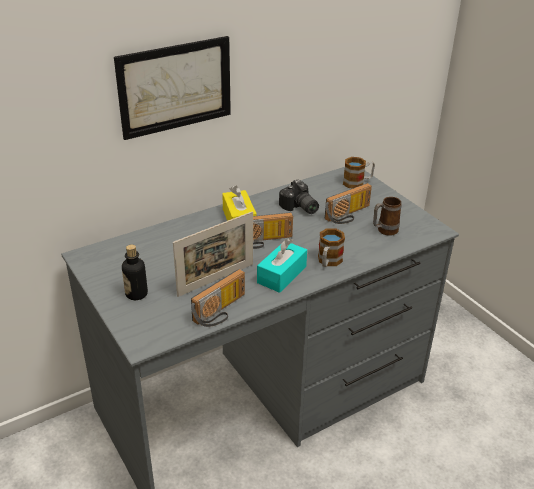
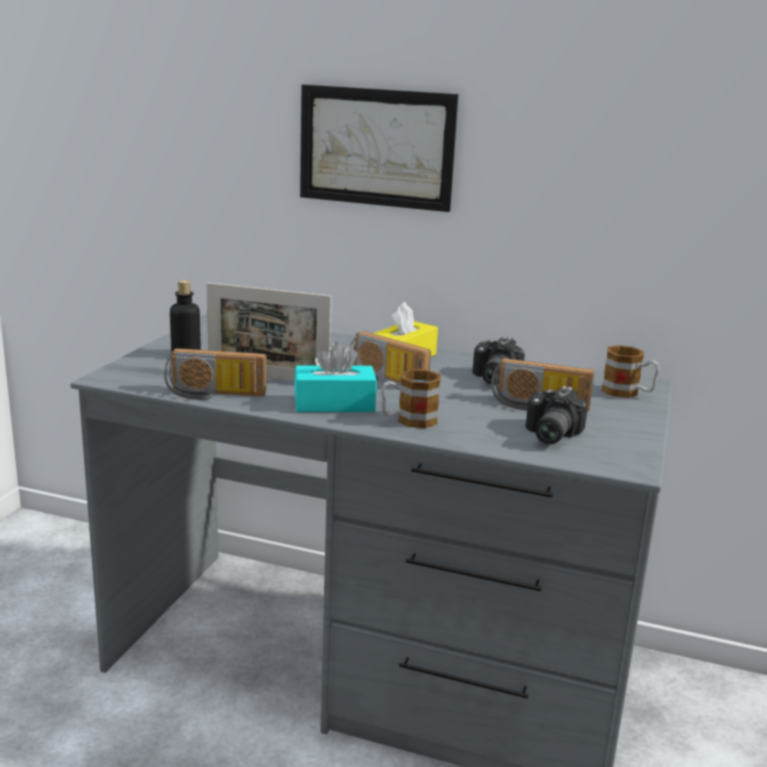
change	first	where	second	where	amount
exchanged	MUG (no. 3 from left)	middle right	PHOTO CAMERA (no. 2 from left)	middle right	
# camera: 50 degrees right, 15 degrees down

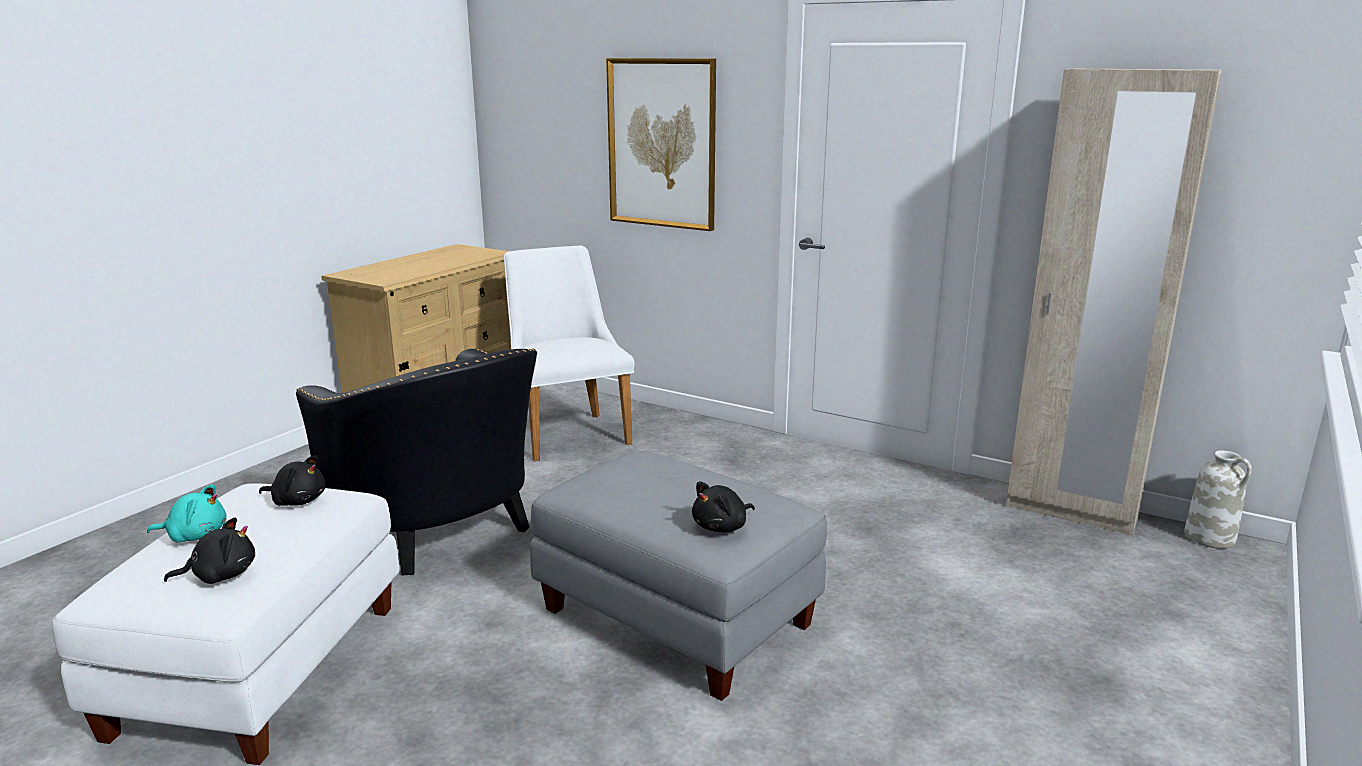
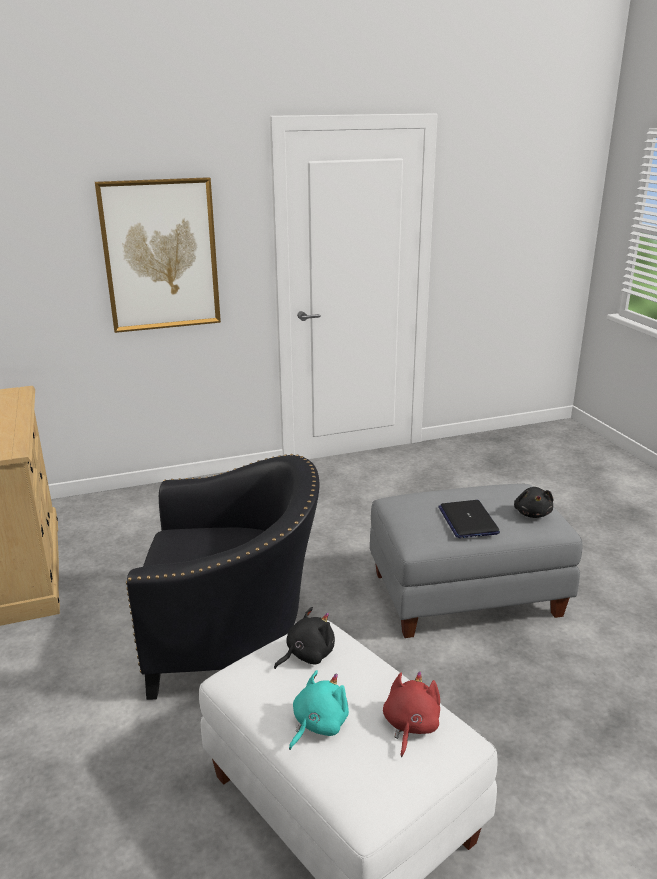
change	first	where	second	where	amount
colour	BLACK PLUSH TOY (no. 1 from left)	bottom left	RED PLUSH TOY	bottom centre	
appeared			LAPTOP	middle right	
missing	WHITE CHAIR	centre			
missing	BEIGE WARDROBE	middle right			
missing	WHITE VASE	middle right			
# camera: 50 degrees left, 5 degrees up

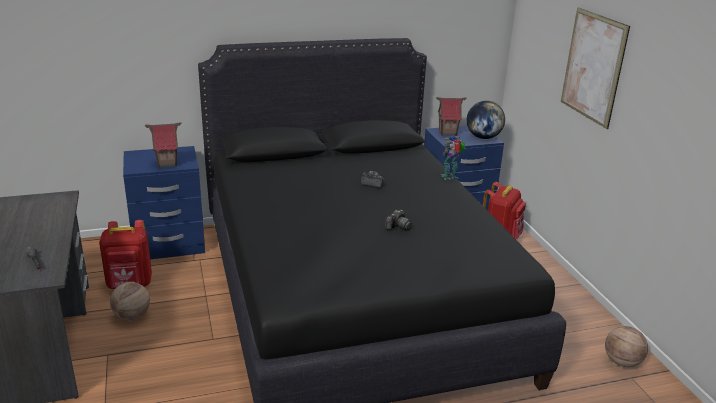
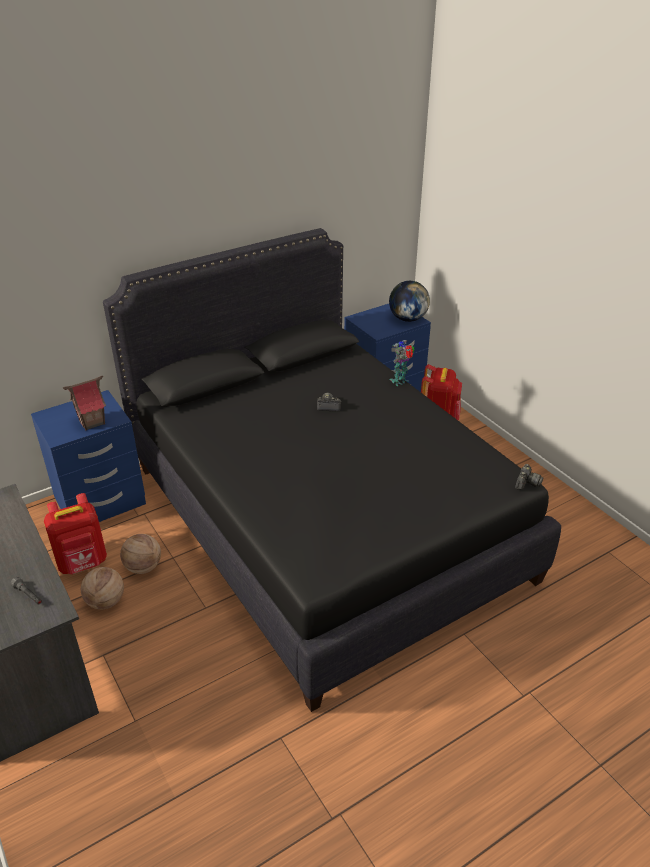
change	first	where	second	where	amount
relocated	BASKETBALL (no. 2 from left)	bottom right		middle left	
relocated	PHOTO CAMERA (no. 2 from left)	centre		middle right	
missing	TOY HOUSE (no. 2 from left)	top centre			
missing	PICTURE	top right			
# camera: 15 degrees left, 10 degrees up

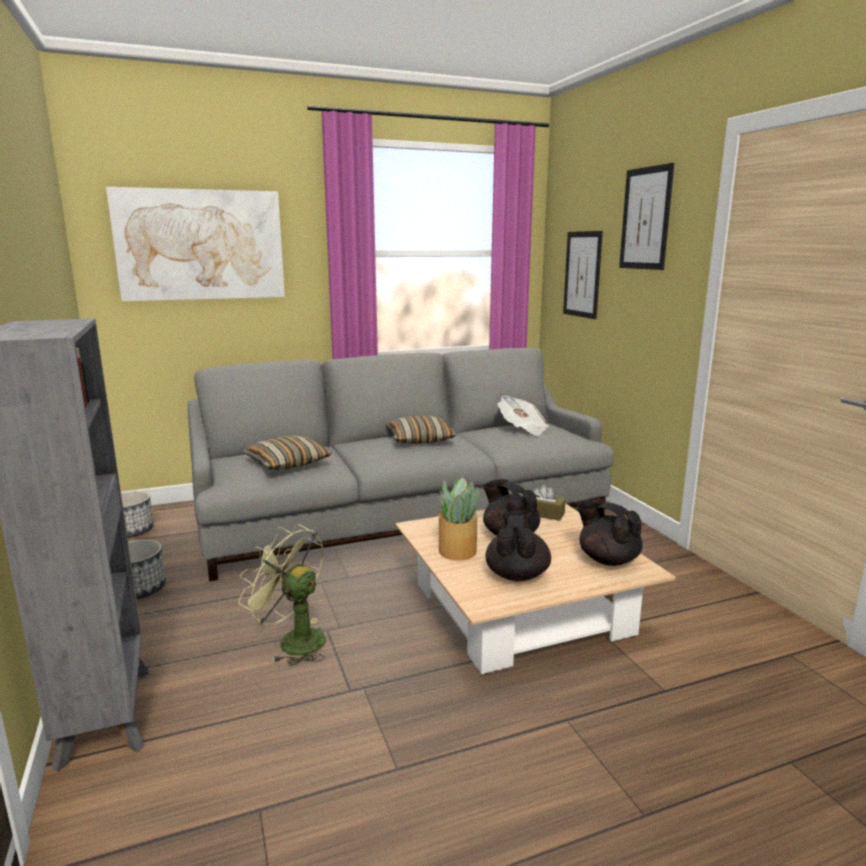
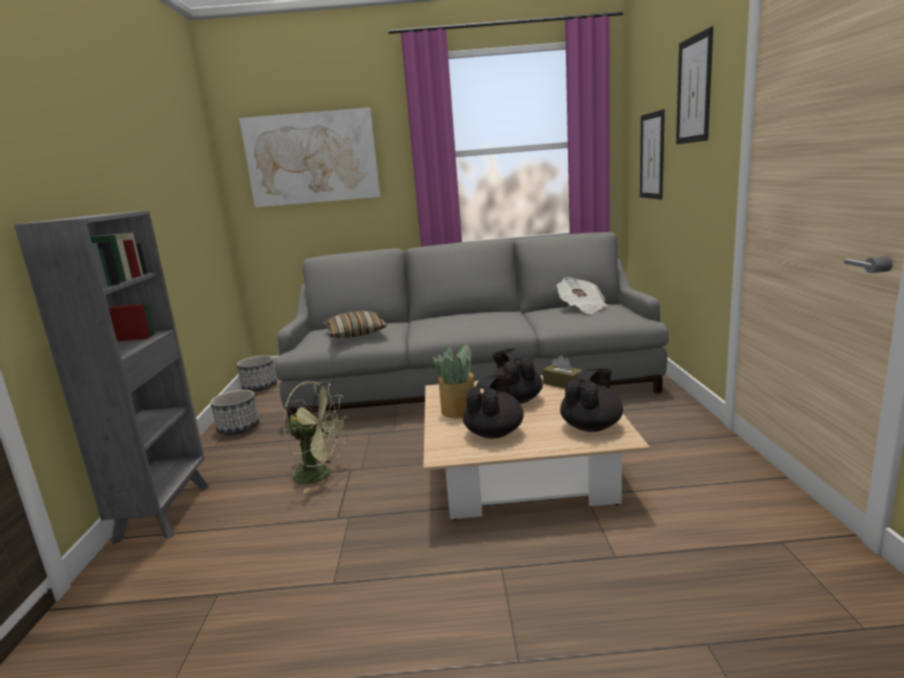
change	first	where	second	where	amount
spun	GREEN FAN	bottom left		centre	150 degrees clockwise
spun	BLACK TEAPOT (no. 3 from left)	middle right		centre	60 degrees clockwise
missing	PILLOW (no. 2 from left)	centre			
# camera: 20 degrees right, 0 degrees up

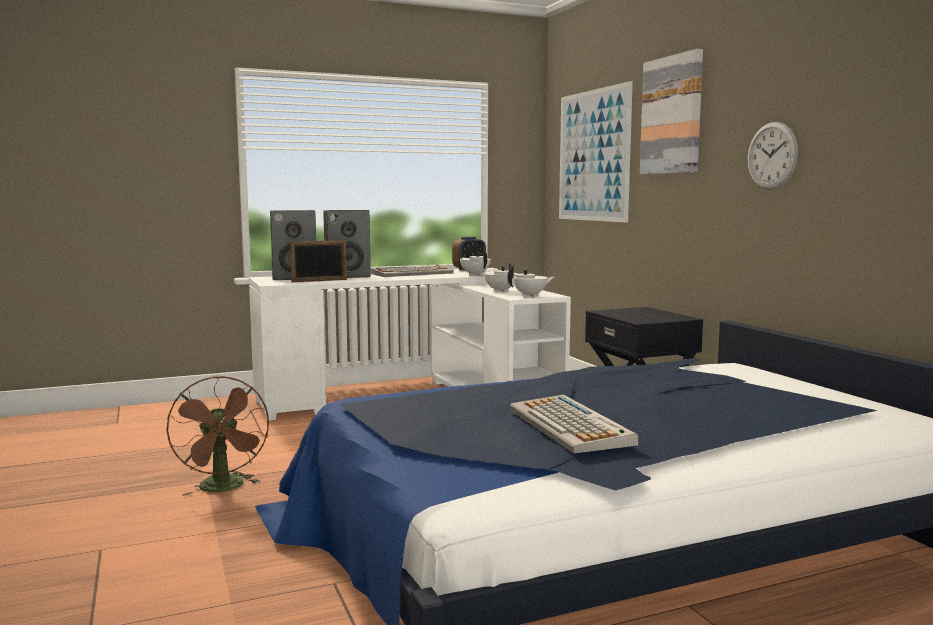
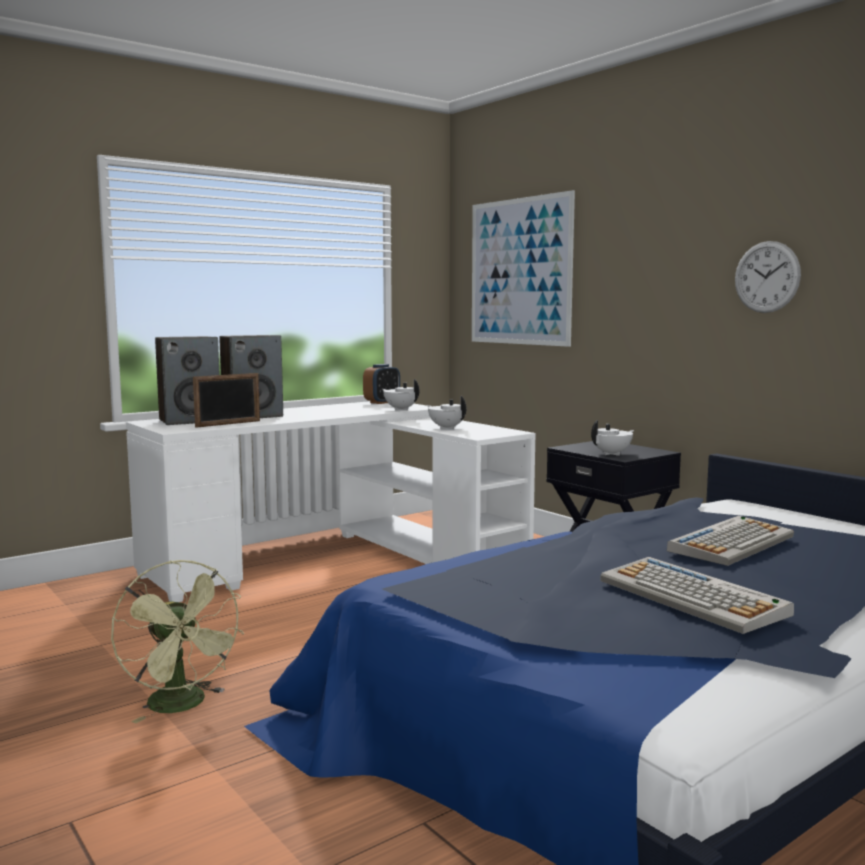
change	first	where	second	where	amount
colour	BROWN FAN	bottom left	GREEN FAN	bottom left	
relocated	WHITE TEAPOT (no. 3 from left)	centre		middle right	
relocated	KEYBOARD (no. 1 from left in the first image)	centre	KEYBOARD (no. 2 from left)	middle right	
missing	PICTURE (no. 2 from left)	top right			
# camera: 15 degrees left, 0 degrees up

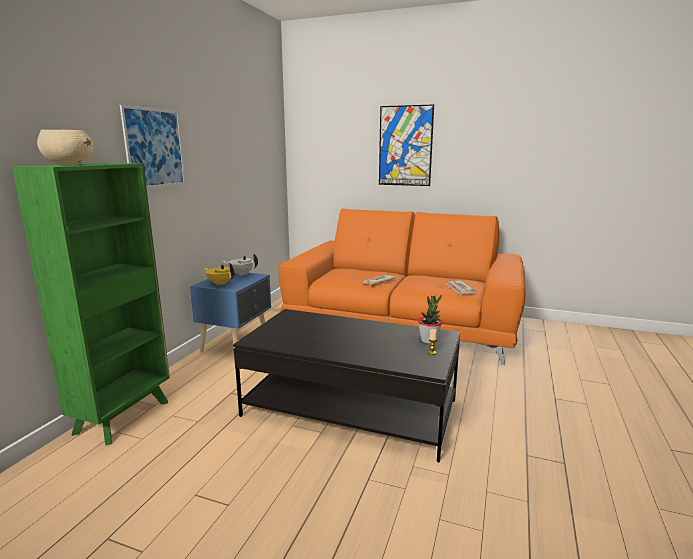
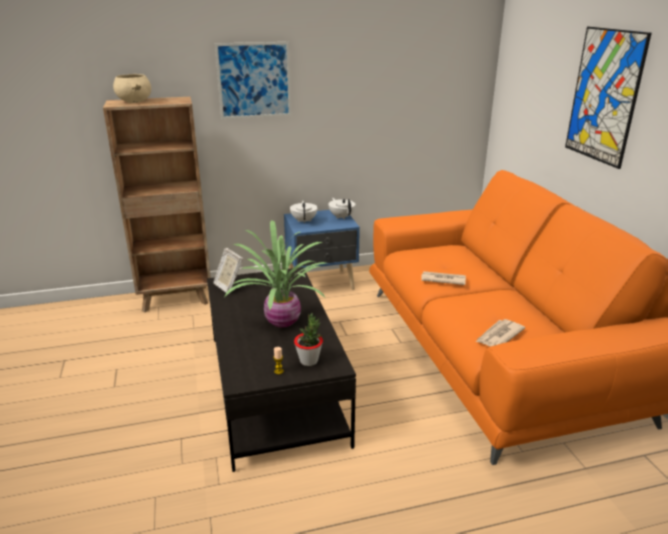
change	first	where	second	where	amount
colour	GREEN BOOKCASE	middle left	BROWN BOOKCASE	middle left	
appeared			PICTURE FRAME	centre	
appeared			POTTED PLANT (no. 1 from left)	centre	
colour	YELLOW TEAPOT	middle left	WHITE TEAPOT (no. 1 from left)	centre	
# camera: 55 degrees right, 10 degrees up

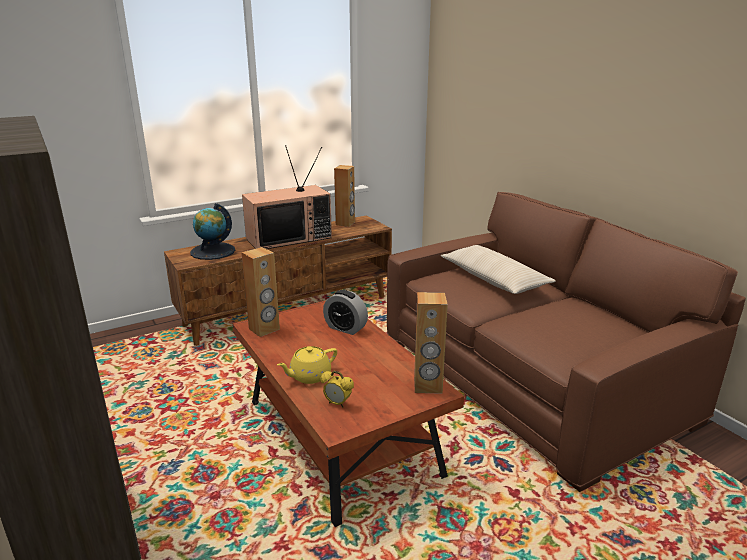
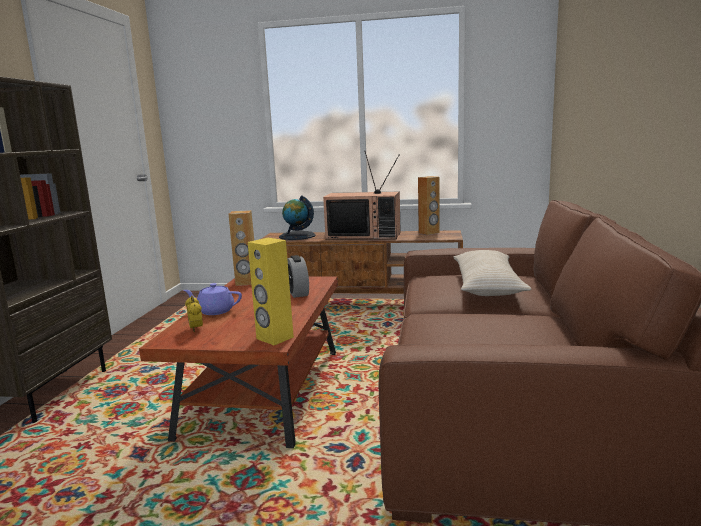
change	first	where	second	where	amount
colour	YELLOW TEAPOT	centre	PURPLE TEAPOT	middle left	
colour	BROWN SPEAKER (no. 3 from left)	centre	YELLOW SPEAKER	centre	
# camera: 40 degrees right, 10 degrees down

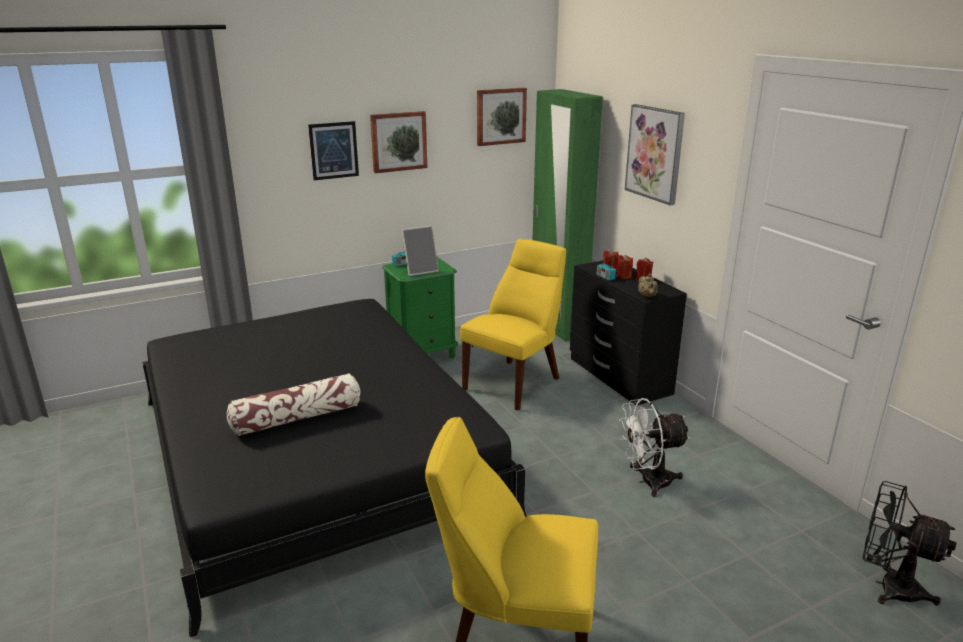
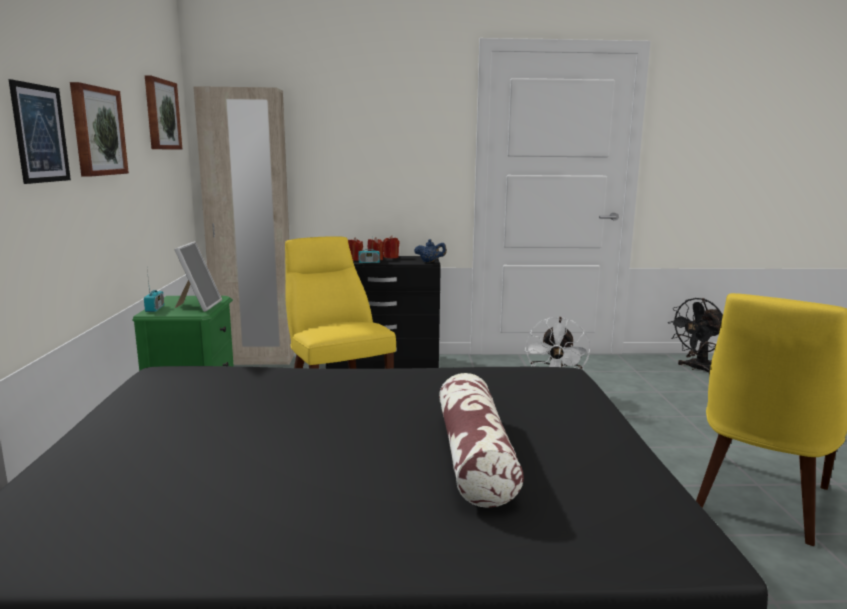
change	first	where	second	where	amount
colour	GREEN WARDROBE	centre	BEIGE WARDROBE	middle left	
colour	BEIGE TEAPOT	middle right	BLUE TEAPOT	centre	
missing	PICTURE (no. 4 from left)	top right			
# camera: 65 degrees left, 10 degrees down

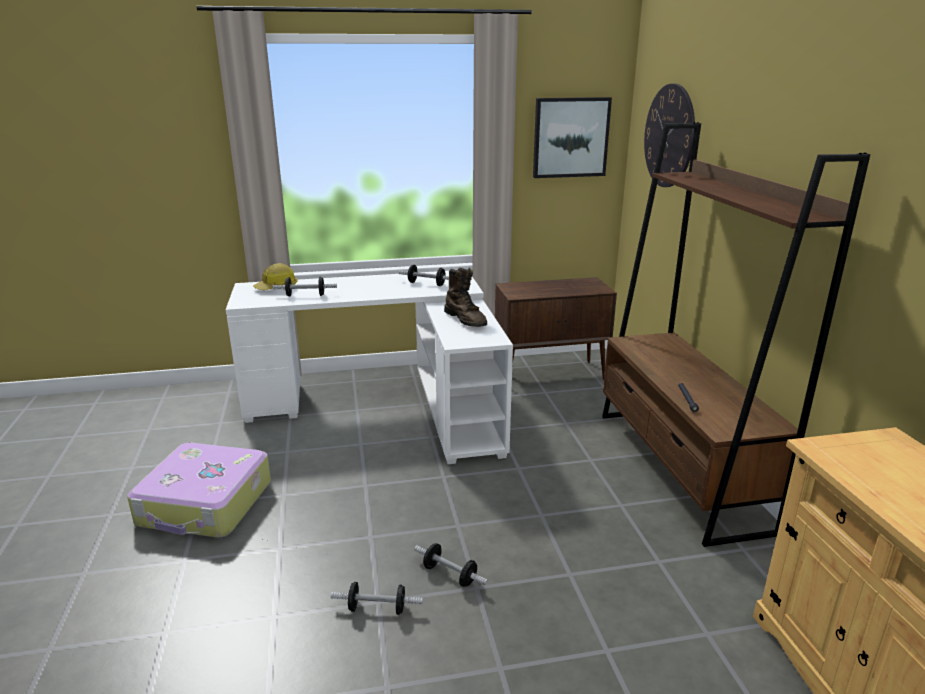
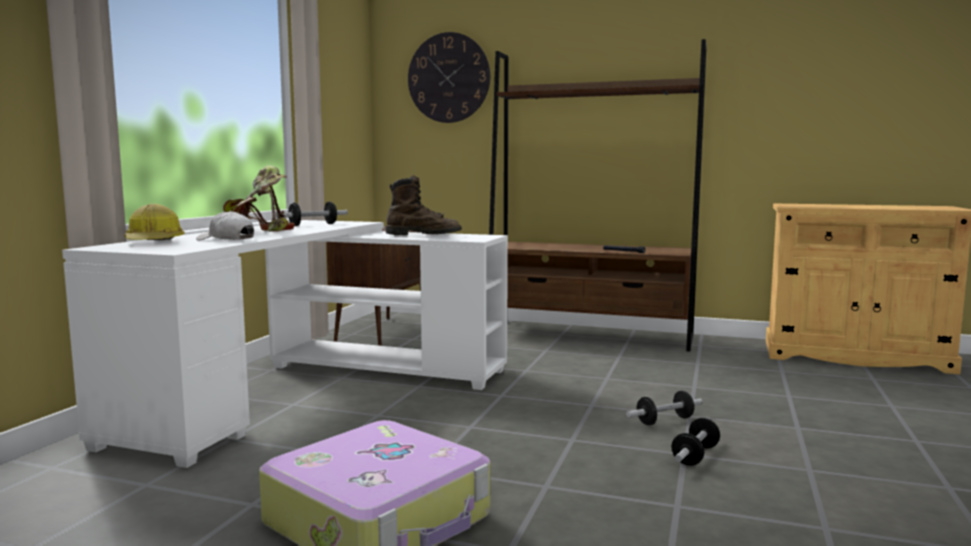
change	first	where	second	where	amount
exchanged	DUMBBELL (no. 1 from left)	middle left	WHITE CAP	middle left	
appeared			POTTED PLANT	middle left	
missing	PICTURE	top centre			
# camera: 60 degrees left, 15 degrees down

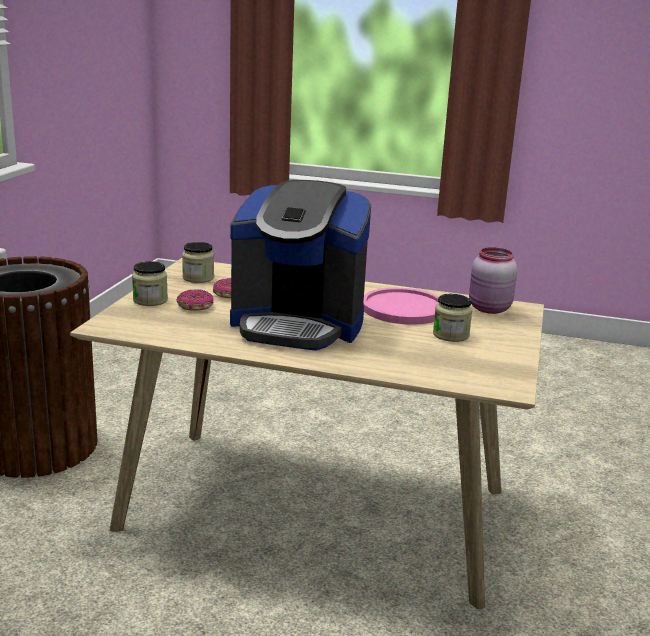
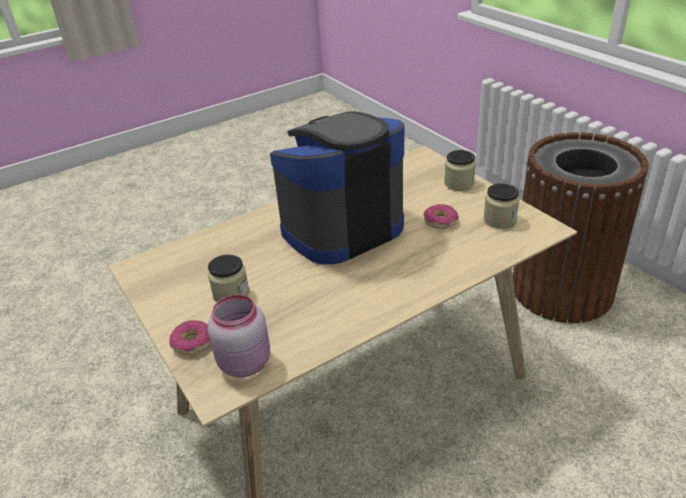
change	first	where	second	where	amount
relocated	DONUT (no. 1 from left)	middle left		bottom left	
missing	PINK PLATE	centre			
# camera: 135 degrees right, 15 degrees up

